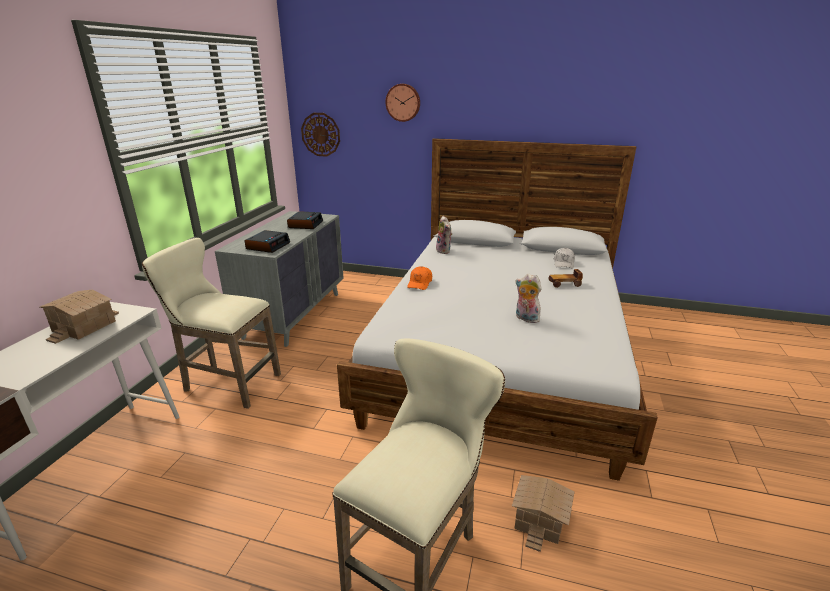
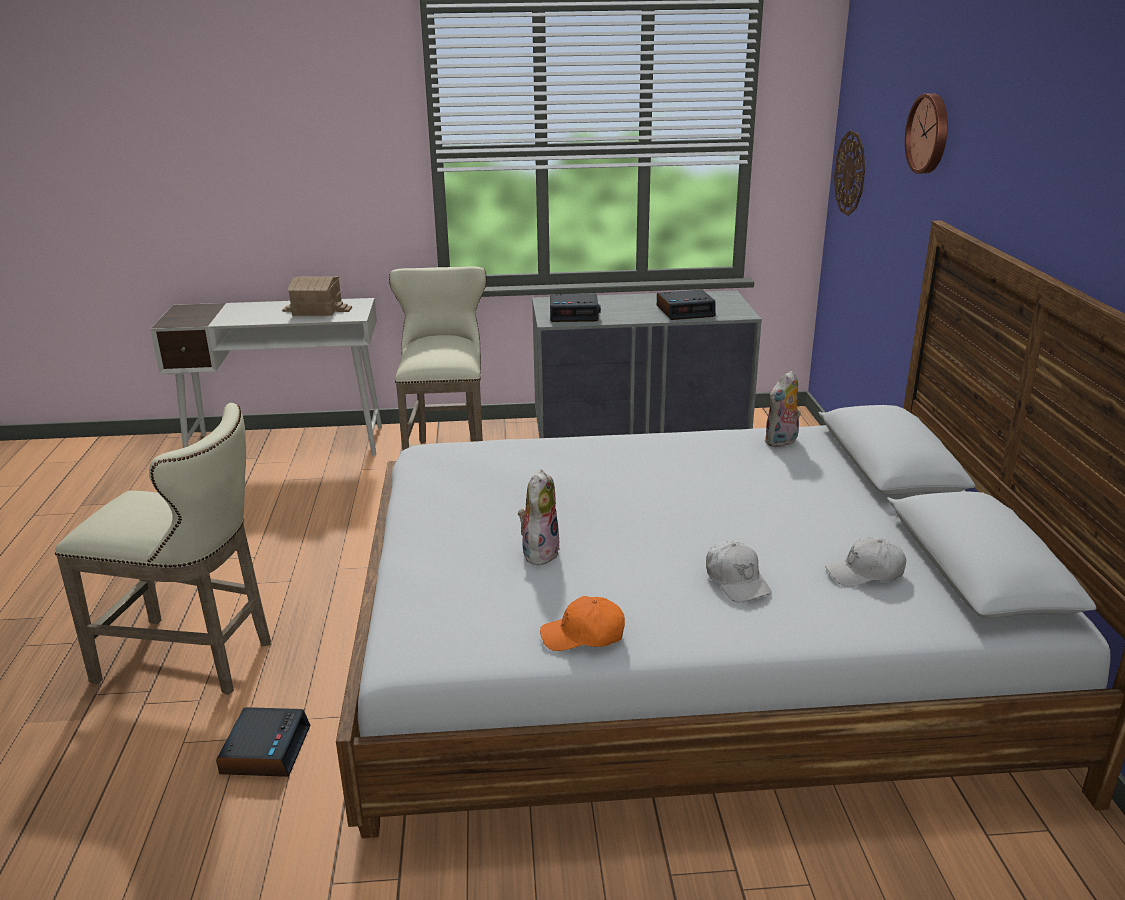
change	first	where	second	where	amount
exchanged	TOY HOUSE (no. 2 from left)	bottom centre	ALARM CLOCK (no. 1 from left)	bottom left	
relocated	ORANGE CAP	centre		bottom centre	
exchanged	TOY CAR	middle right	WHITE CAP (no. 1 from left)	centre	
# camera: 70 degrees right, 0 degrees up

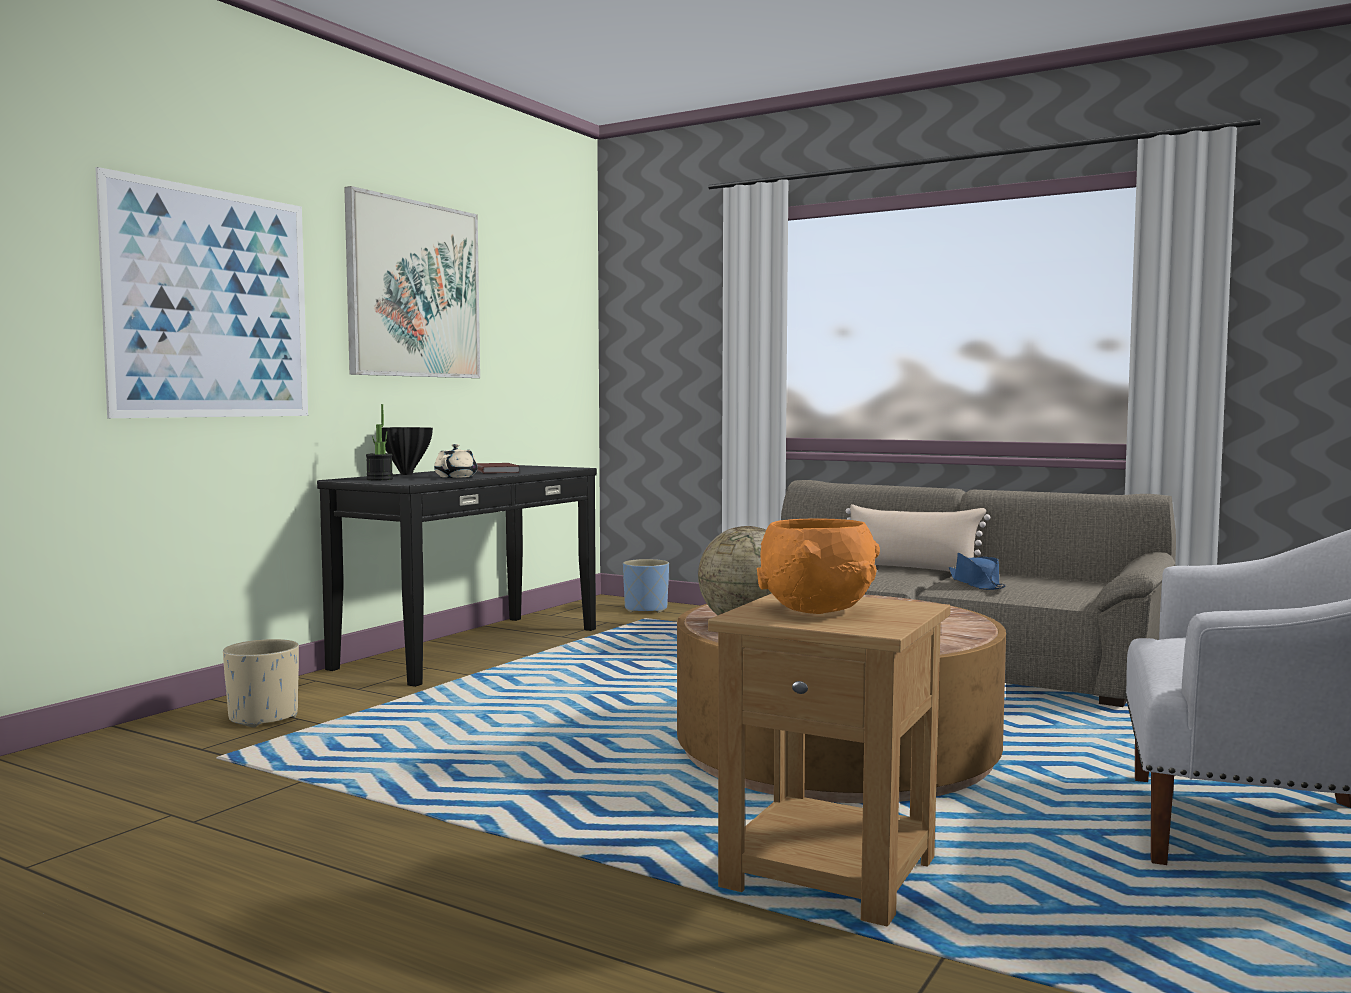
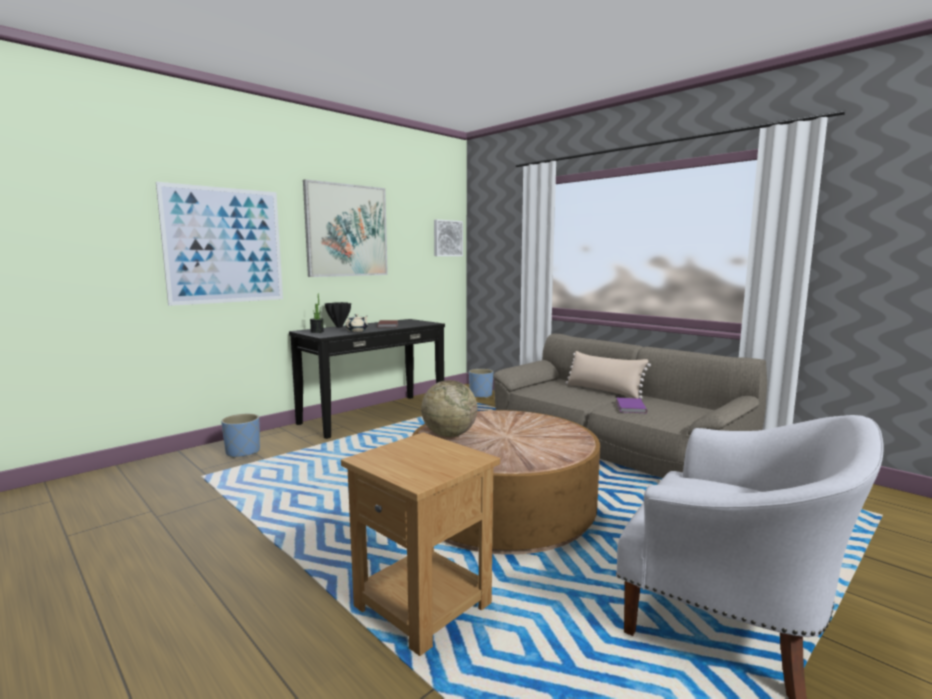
change	first	where	second	where	amount
colour	BEIGE PLANTER	bottom left	BLUE PLANTER (no. 1 from left)	middle left	
appeared			PICTURE (no. 3 from left)	centre	
exchanged	BLUE HAT	middle right	PURPLE BOOK	middle right	
missing	ORANGE BOWL	centre			
# camera: 15 degrees right, 5 degrees up

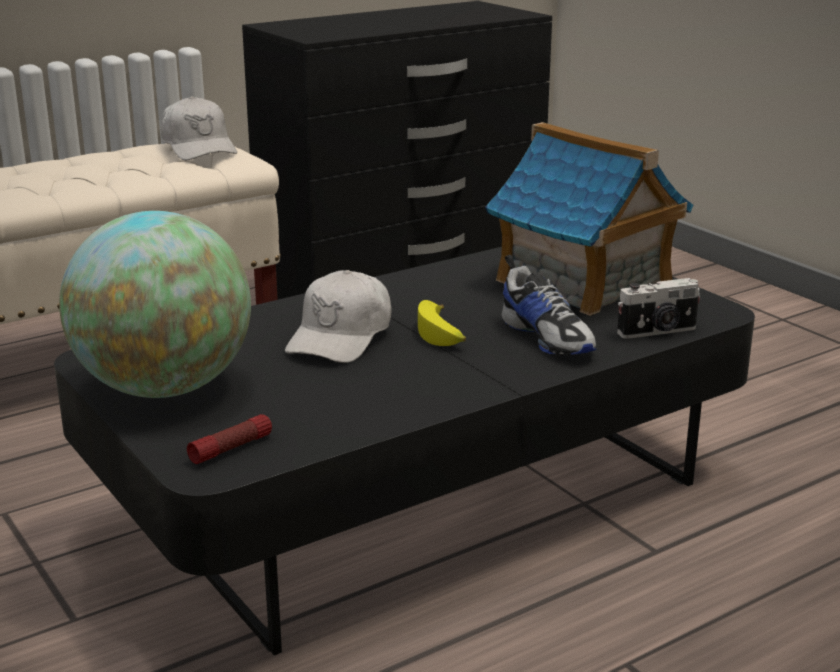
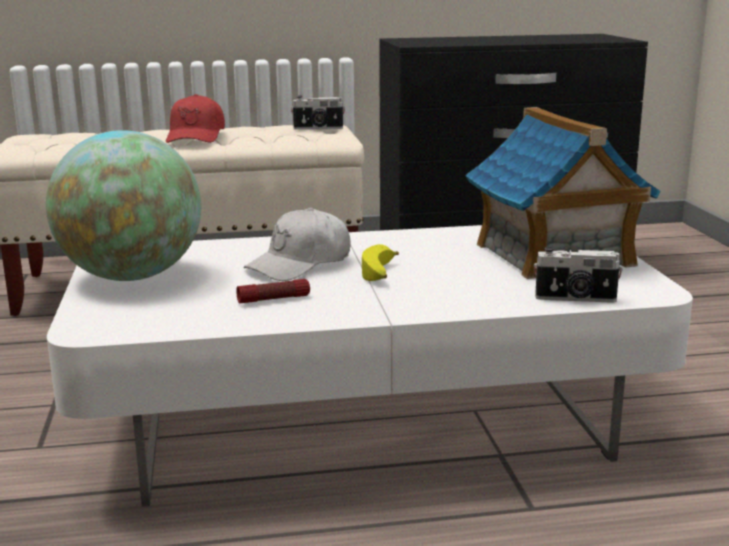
change	first	where	second	where	amount
colour	BLACK COFFEE TABLE	bottom centre	WHITE COFFEE TABLE	bottom centre	
appeared			RED CAP	top left	
relocated	FLASHLIGHT	middle left		centre	
exchanged	WHITE CAP (no. 1 from left)	top left	PHOTO CAMERA (no. 1 from left)	top centre	
missing	SHOE	centre			
# camera: 25 degrees right, 5 degrees down

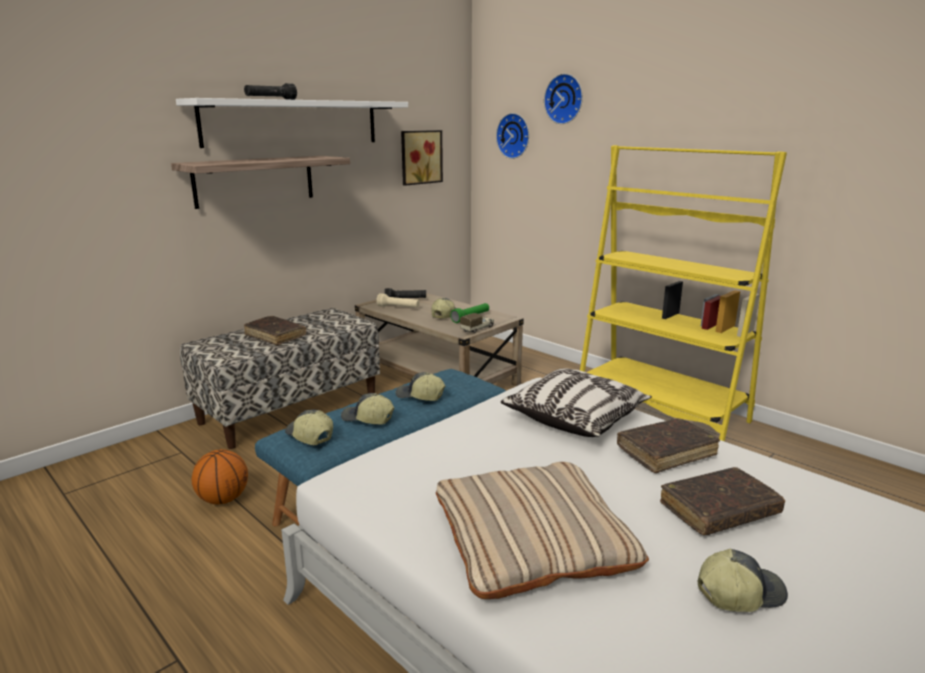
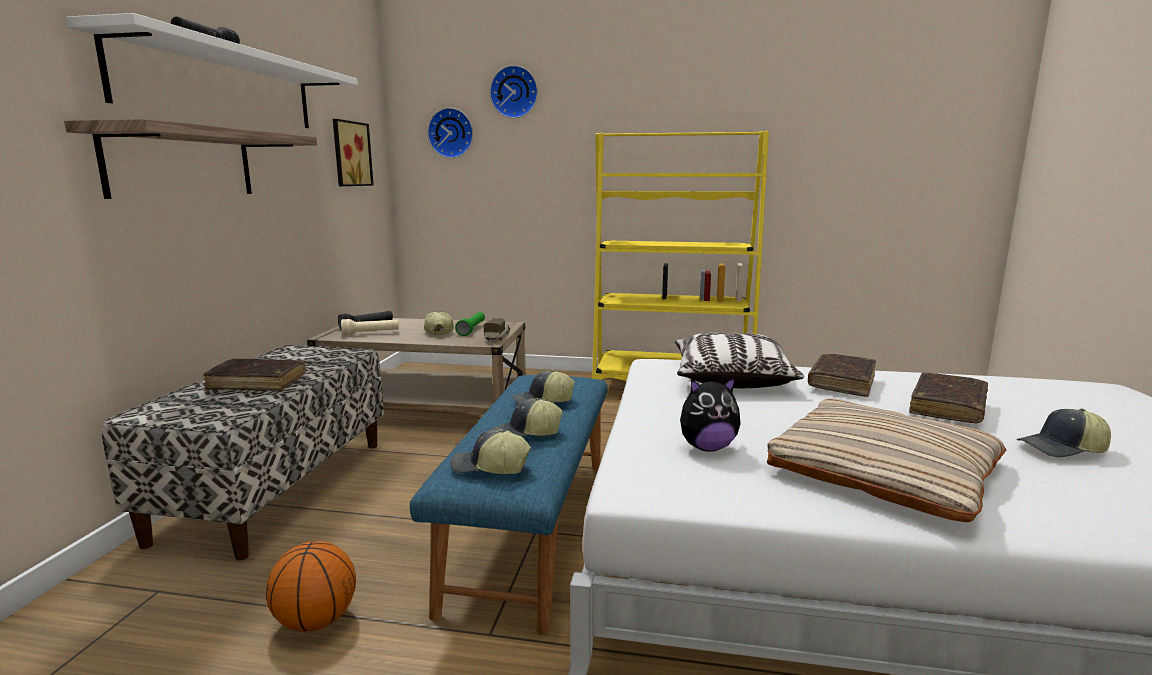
change	first	where	second	where	amount
appeared			PLUSH TOY	centre	
spun	CAP (no. 5 from left)	bottom right		middle right	135 degrees counterclockwise
# camera: 35 degrees left, 5 degrees down

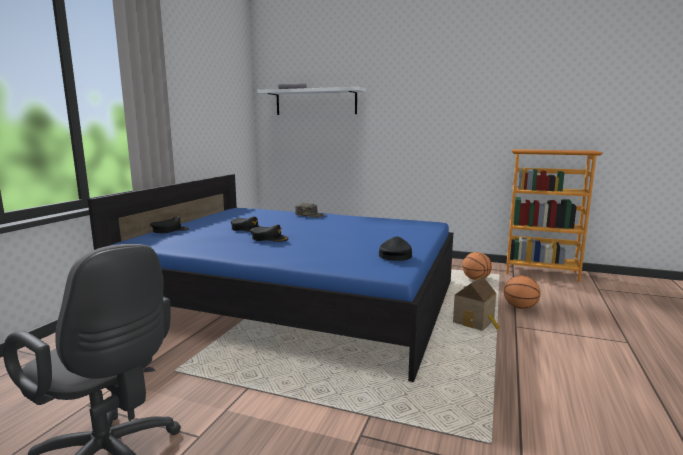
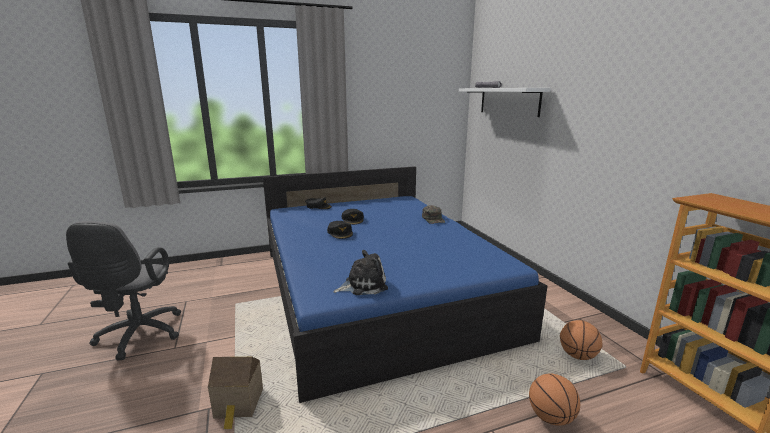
change	first	where	second	where	amount
relocated	TOY HOUSE	middle right		bottom left	
exchanged	BLACK CAP (no. 4 from left)	centre	PLUSH TOY	centre	
# camera: 50 degrees right, 5 degrees up

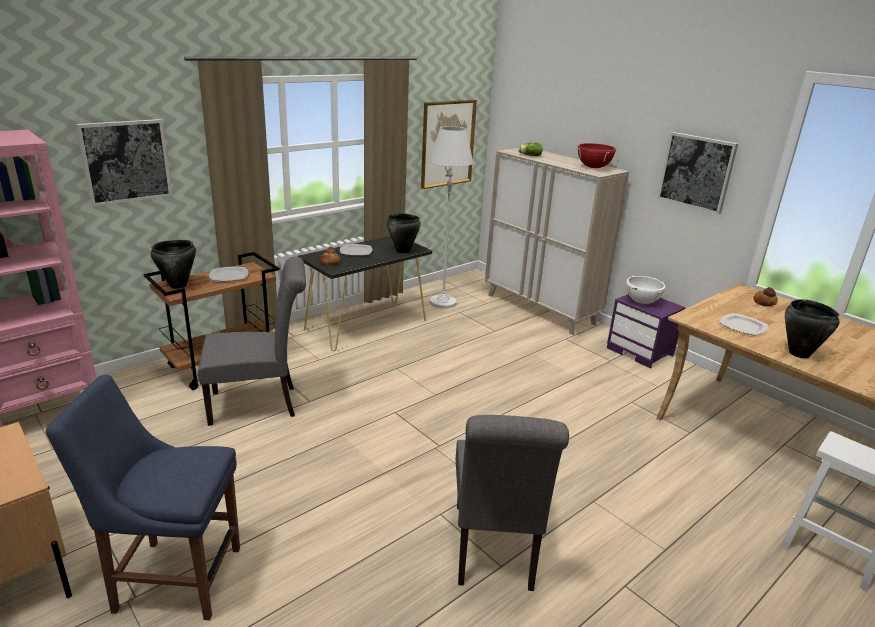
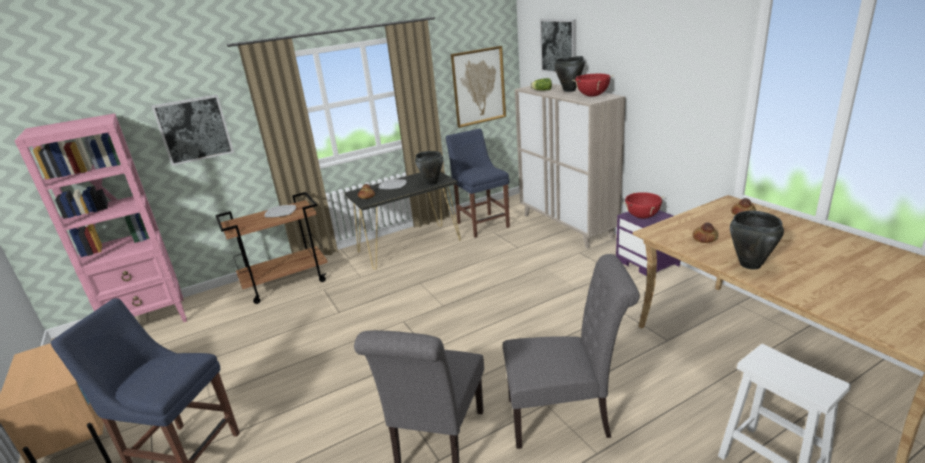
change	first	where	second	where	amount
exchanged	WHITE FLOOR LAMP	centre	BLUE CHAIR (no. 2 from left)	centre	
relocated	GREY CHAIR (no. 1 from left in the first image)	middle left	GREY CHAIR (no. 2 from left)	bottom centre	
relocated	PICTURE (no. 3 from left)	top right		top centre	
relocated	BLACK COOKING POT (no. 1 from left in the first image)	middle left	BLACK COOKING POT (no. 2 from left)	top centre	
colour	WHITE COOKING POT	middle right	RED COOKING POT (no. 2 from left)	middle right	
exchanged	PLATE (no. 3 from left)	middle right	BREAD (no. 2 from left)	middle right	
# camera: 15 degrees right, 0 degrees up

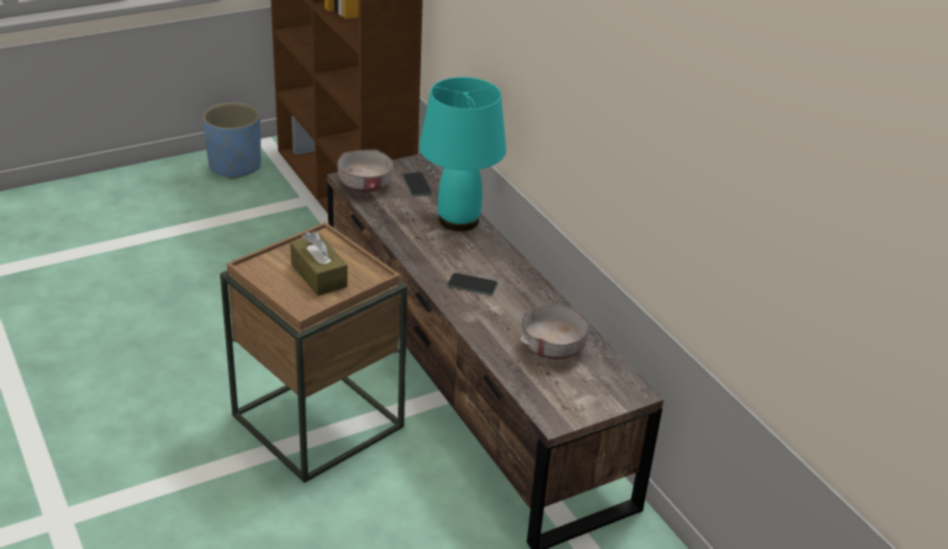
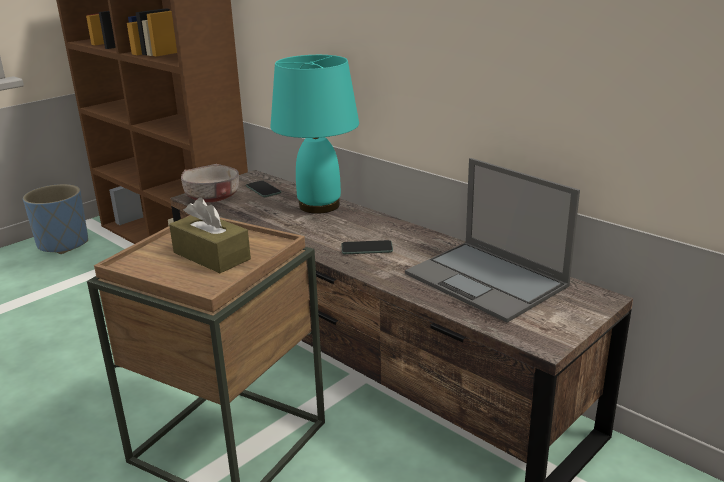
change	first	where	second	where	amount
exchanged	GREY BOWL (no. 2 from left)	centre	LAPTOP	middle right	
# camera: 15 degrees left, 10 degrees down

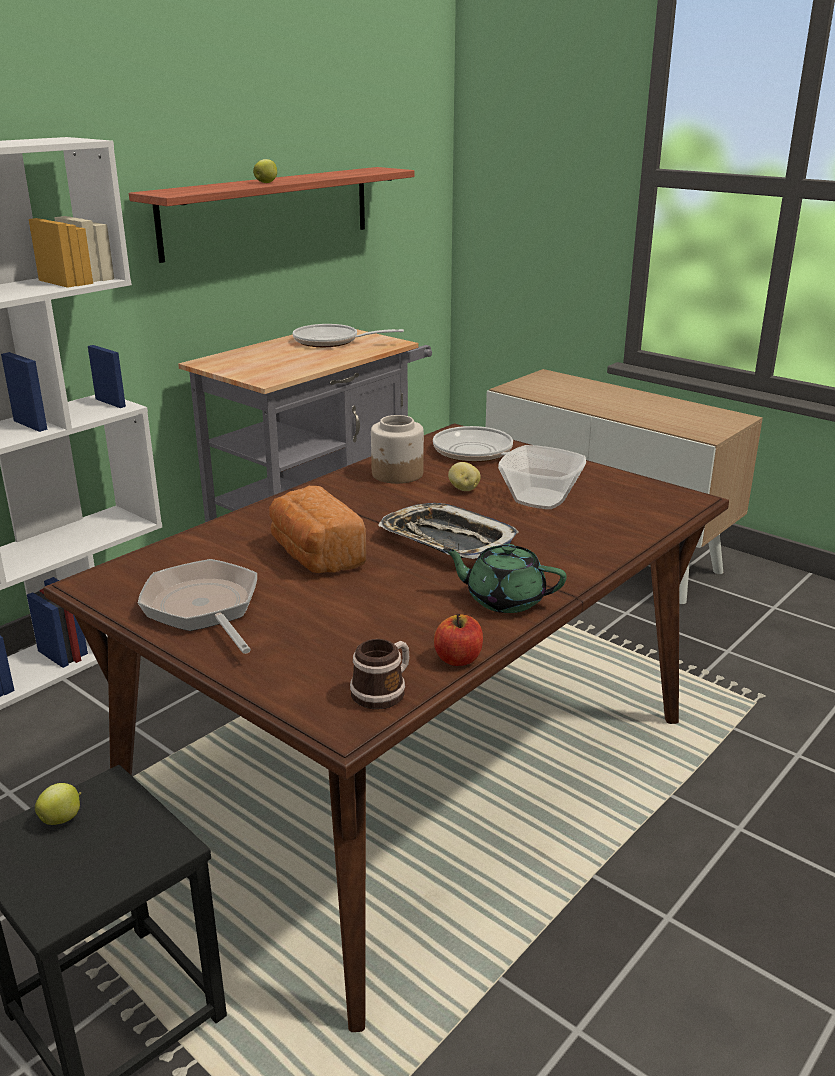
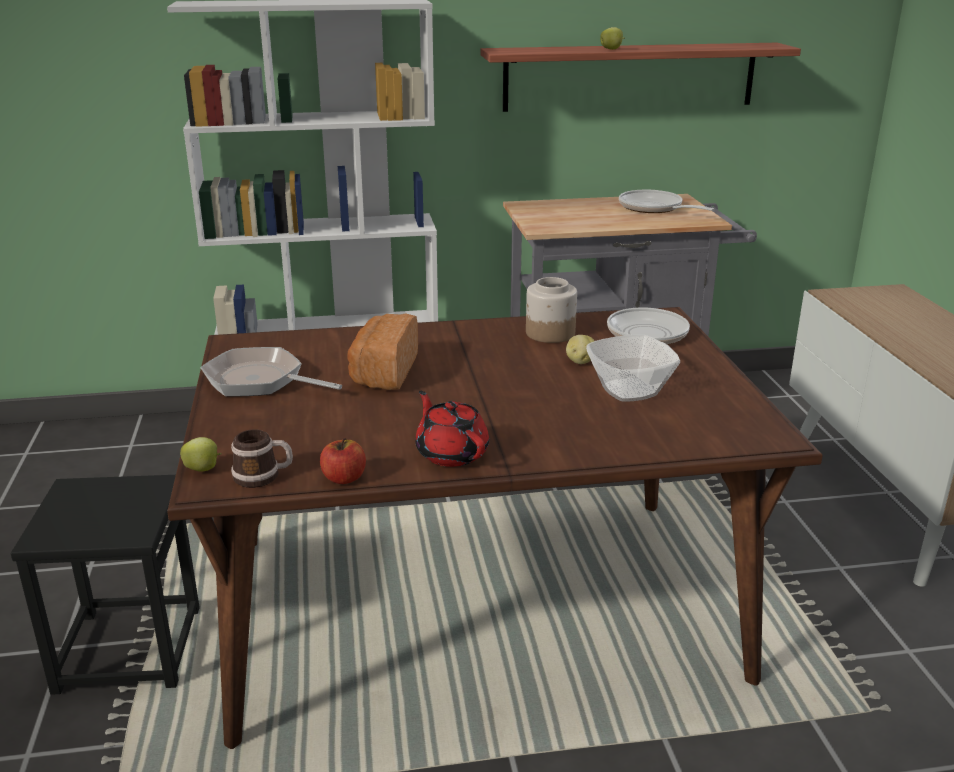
change	first	where	second	where	amount
relocated	APPLE (no. 1 from left)	bottom left		middle left	
spun	FRYING PAN (no. 1 from left)	middle left		middle left	75 degrees counterclockwise
colour	GREEN TEAPOT	centre	RED TEAPOT	centre	
missing	TRAY	centre			
# camera: 40 degrees right, 0 degrees up

